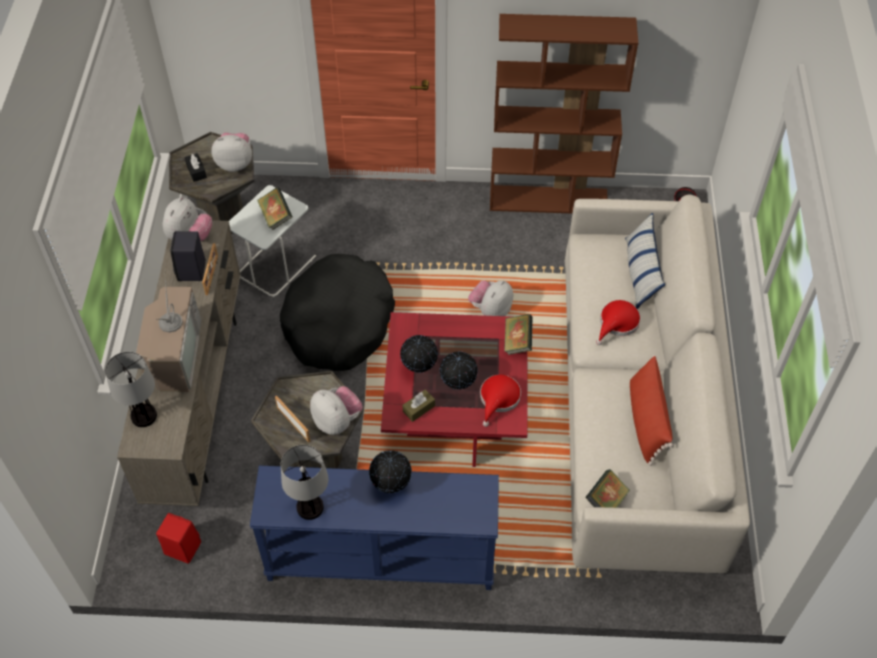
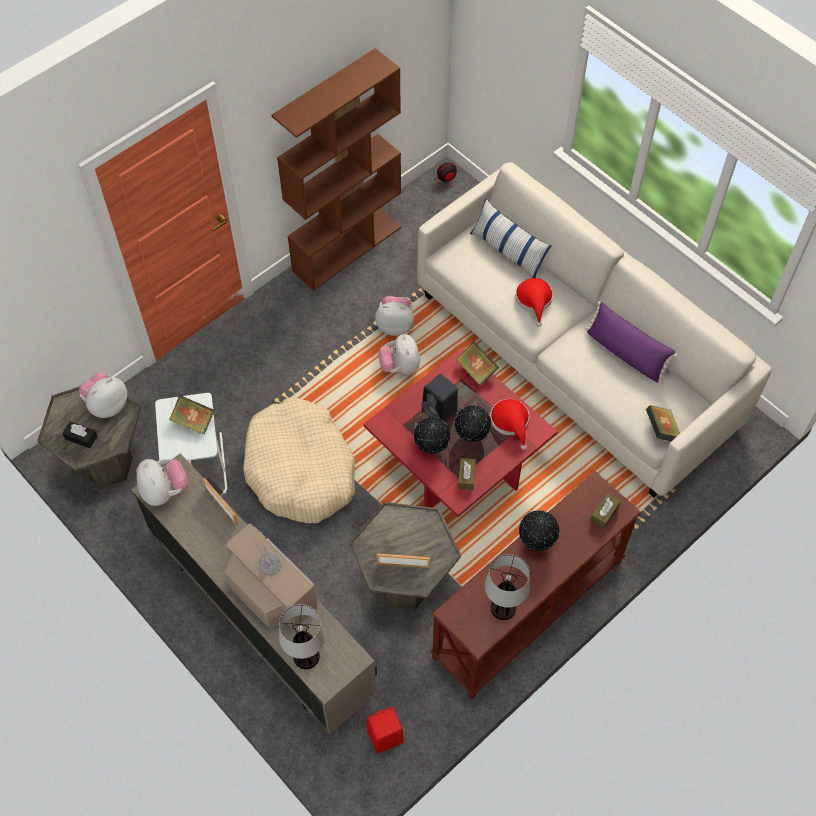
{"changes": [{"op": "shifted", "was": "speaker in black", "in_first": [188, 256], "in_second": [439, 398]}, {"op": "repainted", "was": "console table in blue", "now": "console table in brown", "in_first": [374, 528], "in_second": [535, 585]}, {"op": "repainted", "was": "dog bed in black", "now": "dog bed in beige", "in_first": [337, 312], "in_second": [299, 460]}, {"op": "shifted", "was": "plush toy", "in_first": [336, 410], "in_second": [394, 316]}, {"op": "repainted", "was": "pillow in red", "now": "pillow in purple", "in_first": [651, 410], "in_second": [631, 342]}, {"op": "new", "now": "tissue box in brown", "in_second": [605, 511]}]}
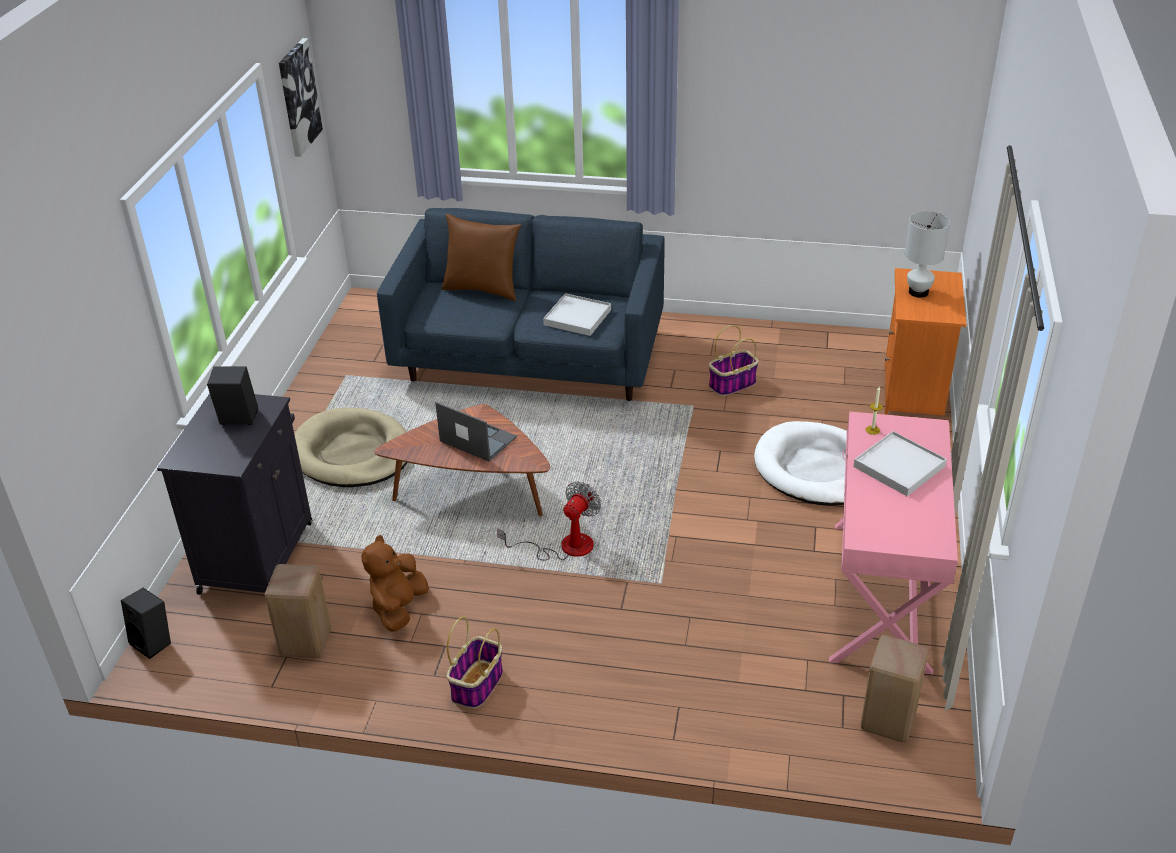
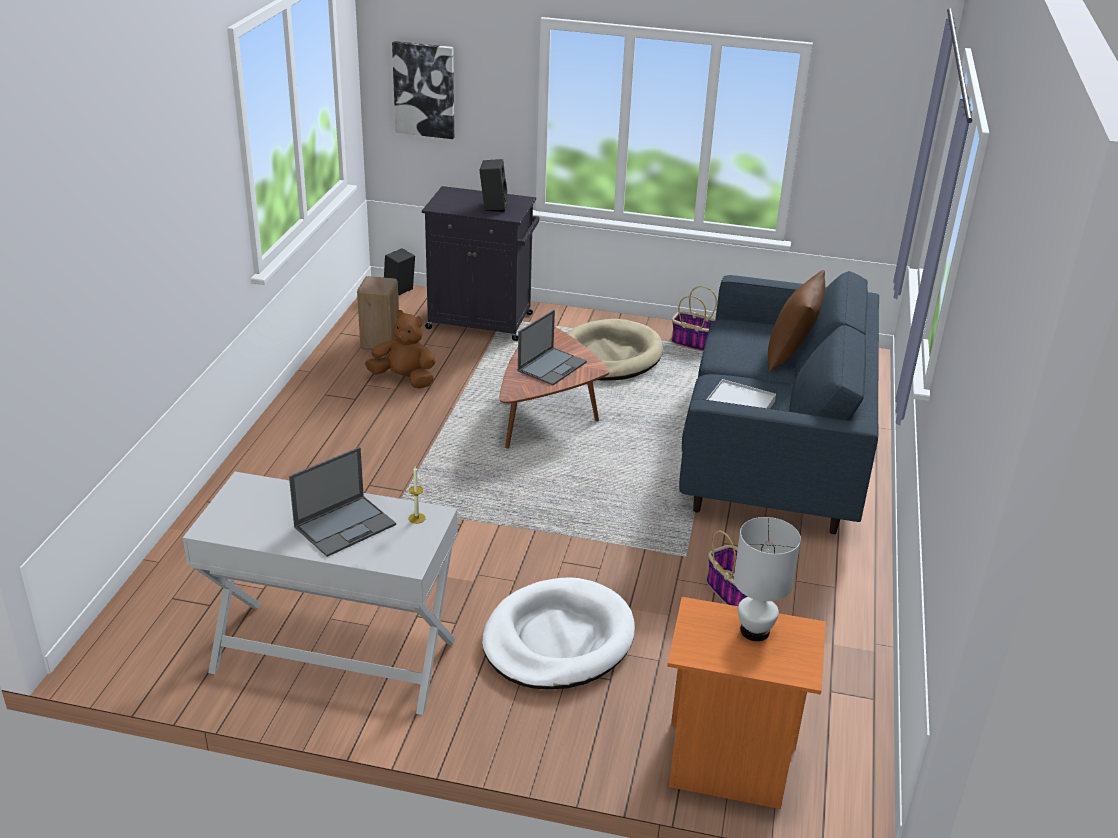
{"changes": [{"op": "shifted", "was": "picture", "in_first": [301, 97], "in_second": [423, 90]}, {"op": "shifted", "was": "basket", "in_first": [475, 662], "in_second": [694, 319]}, {"op": "gone", "was": "fan", "in_first": [549, 521]}, {"op": "repainted", "was": "console table in pink", "now": "console table in white", "in_first": [893, 543], "in_second": [320, 593]}, {"op": "swapped", "was": "tray in white", "now": "laptop", "in_first": [900, 463], "in_second": [342, 502]}, {"op": "gone", "was": "stool in beige", "in_first": [894, 688]}]}
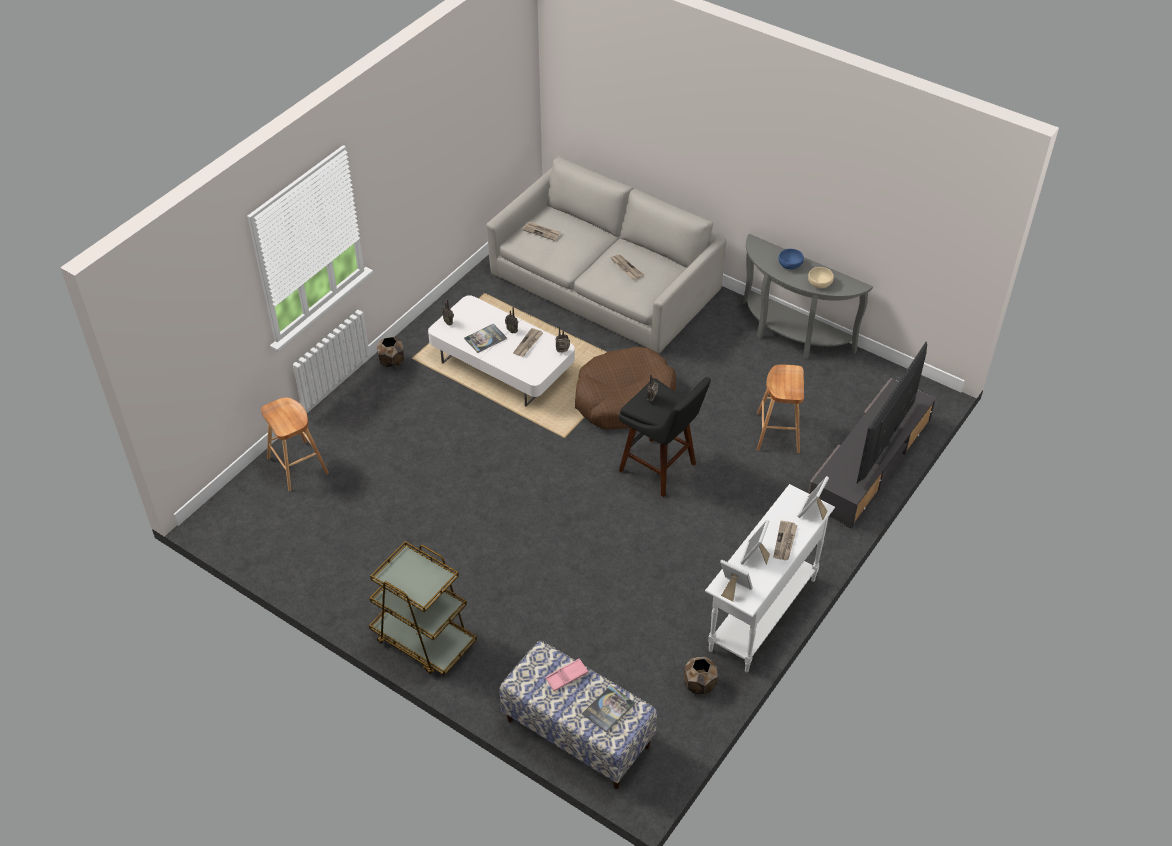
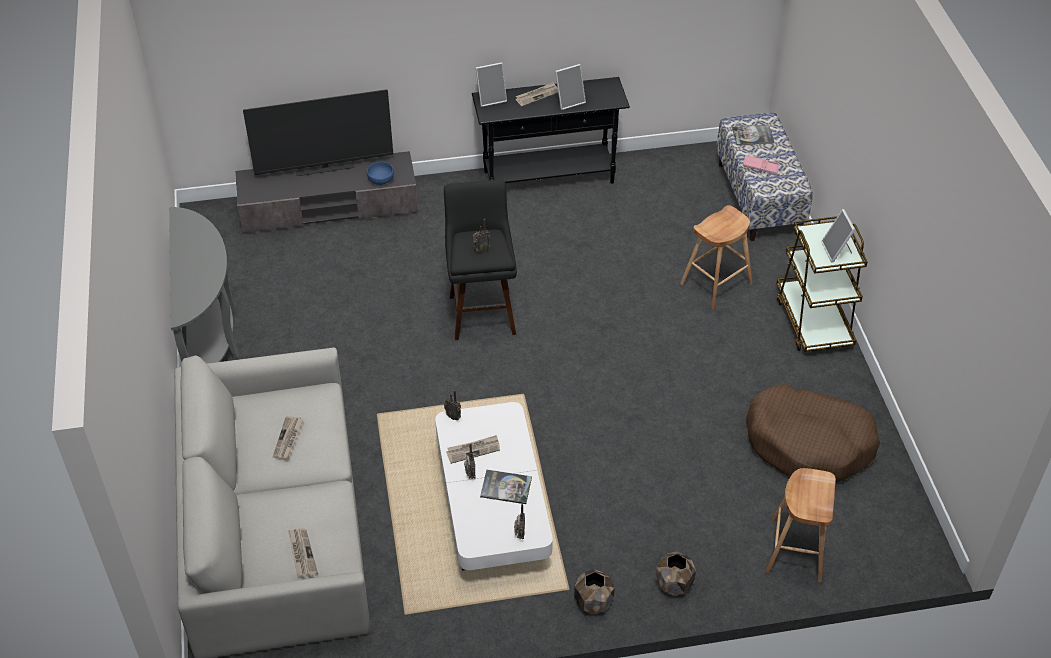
{"changes": [{"op": "shifted", "was": "dog bed in brown", "in_first": [625, 388], "in_second": [813, 433]}, {"op": "shifted", "was": "planter in brown", "in_first": [701, 675], "in_second": [675, 573]}, {"op": "repainted", "was": "console table in white", "now": "console table in black", "in_first": [770, 578], "in_second": [551, 130]}, {"op": "shifted", "was": "picture frame", "in_first": [736, 581], "in_second": [838, 236]}, {"op": "shifted", "was": "stool in brown", "in_first": [780, 408], "in_second": [716, 257]}, {"op": "shifted", "was": "bowl in blue", "in_first": [791, 259], "in_second": [380, 173]}, {"op": "gone", "was": "bowl in beige", "in_first": [821, 277]}]}
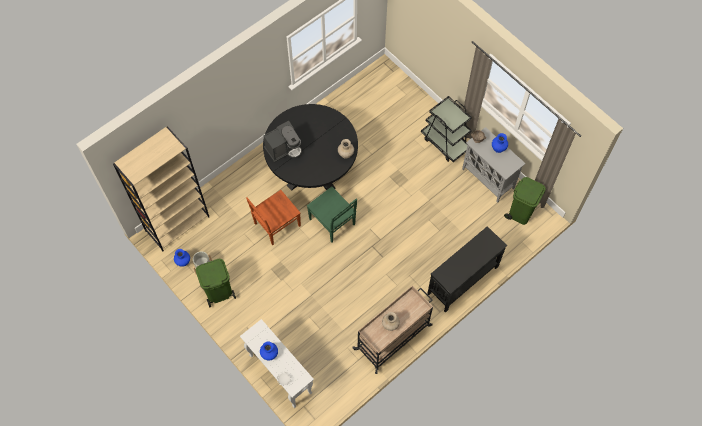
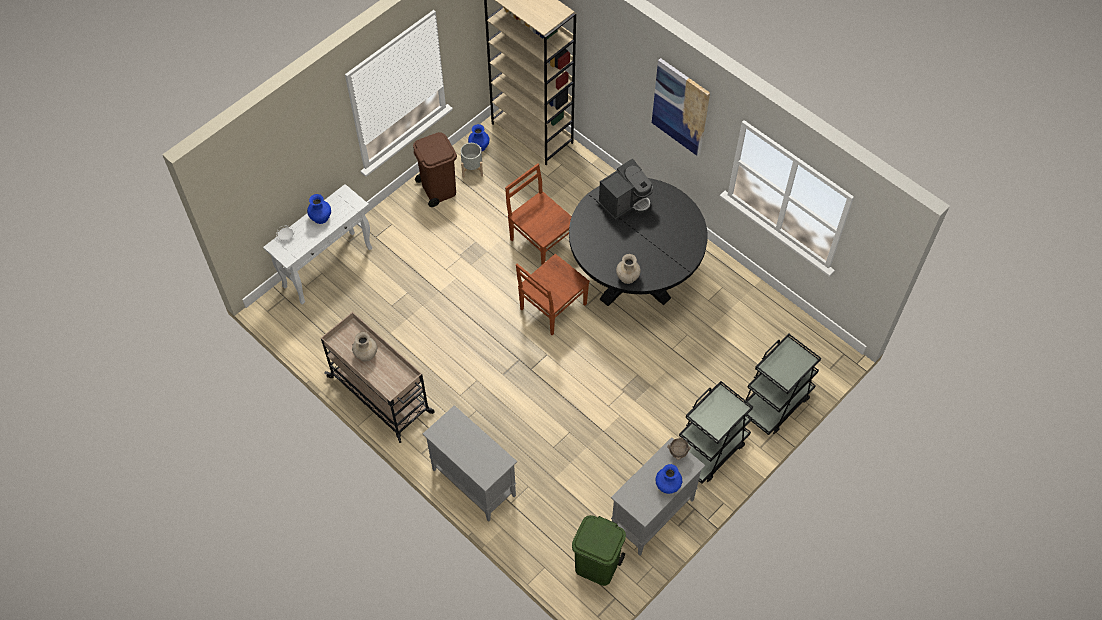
{"changes": [{"op": "repainted", "was": "trash can in green", "now": "trash can in brown", "in_first": [216, 283], "in_second": [435, 169]}, {"op": "rotated", "was": "coffee machine", "in_first": [283, 141], "in_second": [624, 189], "clockwise": -90}, {"op": "repainted", "was": "chair in green", "now": "chair in brown", "in_first": [332, 214], "in_second": [553, 294]}, {"op": "swapped", "was": "console table in black", "now": "cabinet in grey", "in_first": [467, 269], "in_second": [470, 463]}, {"op": "new", "now": "picture", "in_second": [681, 107]}, {"op": "new", "now": "cart in black", "in_second": [782, 384]}]}
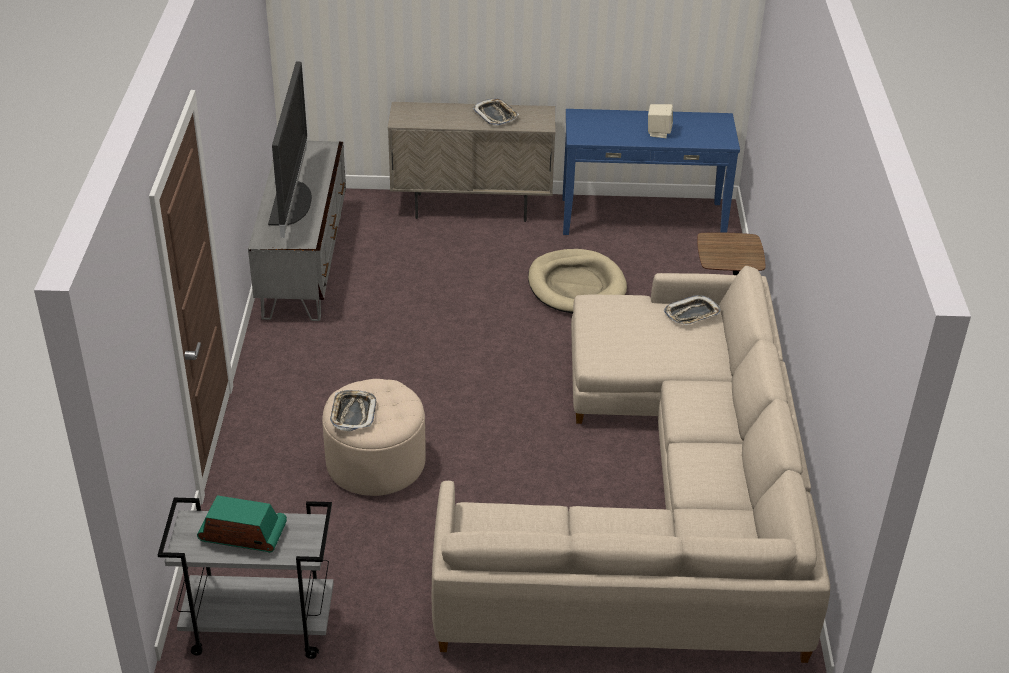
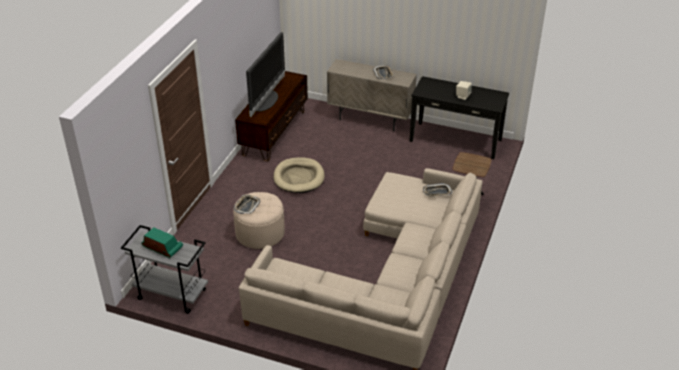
{"changes": [{"op": "repainted", "was": "tv stand in grey", "now": "tv stand in brown", "in_first": [297, 231], "in_second": [271, 116]}, {"op": "shifted", "was": "dog bed in beige", "in_first": [577, 281], "in_second": [299, 175]}, {"op": "repainted", "was": "console table in blue", "now": "console table in black", "in_first": [651, 172], "in_second": [459, 117]}]}
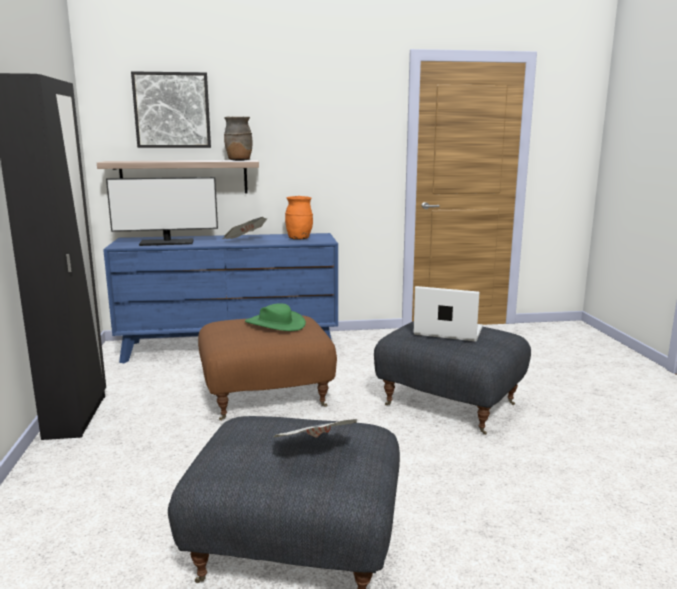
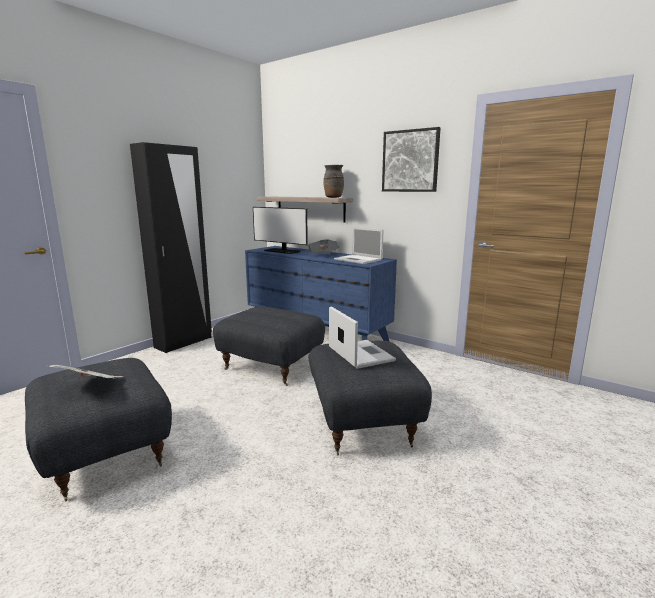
{"changes": [{"op": "shifted", "was": "picture", "in_first": [171, 109], "in_second": [411, 159]}, {"op": "repainted", "was": "ottoman in brown", "now": "ottoman in grey", "in_first": [267, 368], "in_second": [269, 346]}, {"op": "gone", "was": "hat in green", "in_first": [275, 317]}, {"op": "swapped", "was": "vase in orange", "now": "laptop", "in_first": [299, 218], "in_second": [359, 245]}]}
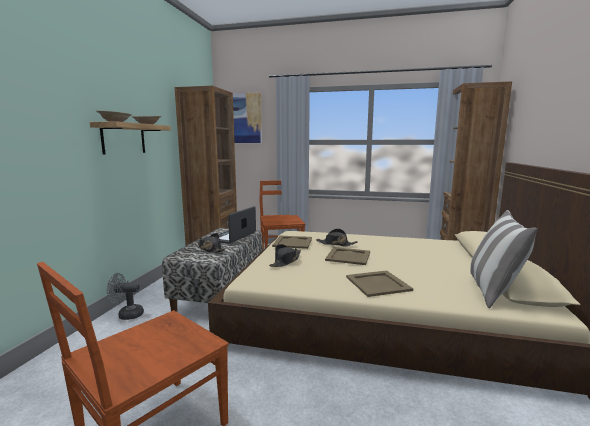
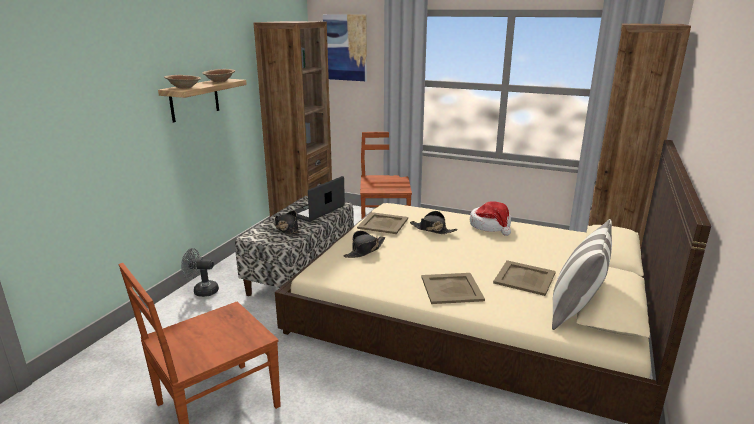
{"changes": [{"op": "shifted", "was": "tray in beige", "in_first": [347, 256], "in_second": [524, 278]}, {"op": "new", "now": "hat", "in_second": [490, 218]}]}
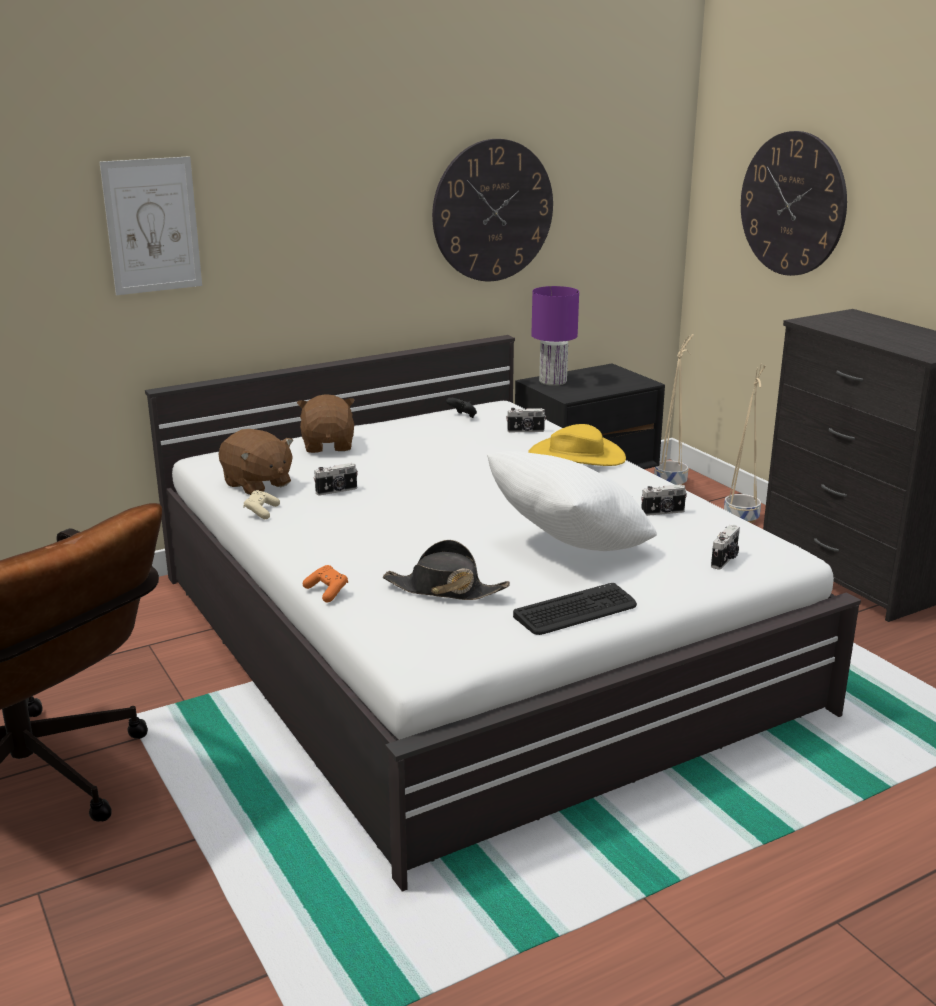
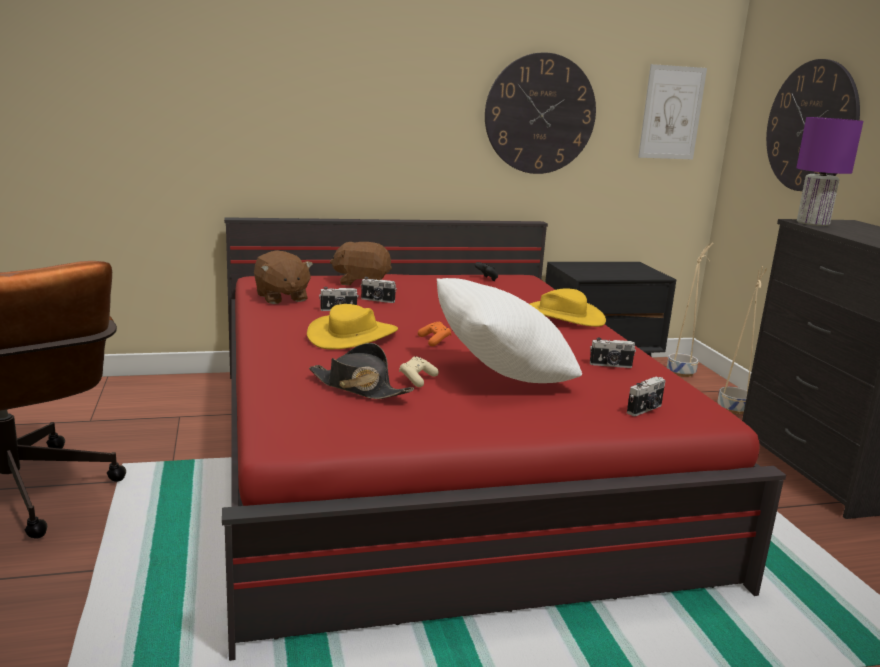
{"changes": [{"op": "shifted", "was": "picture", "in_first": [150, 225], "in_second": [672, 112]}, {"op": "repainted", "was": "bed in white", "now": "bed in red", "in_first": [503, 613], "in_second": [504, 439]}, {"op": "shifted", "was": "game controller in beige", "in_first": [261, 504], "in_second": [419, 371]}, {"op": "rotated", "was": "plush toy in brown", "in_first": [326, 423], "in_second": [361, 264], "clockwise": -90}, {"op": "shifted", "was": "game controller in orange", "in_first": [325, 583], "in_second": [434, 334]}, {"op": "shifted", "was": "photo camera", "in_first": [526, 420], "in_second": [379, 290]}, {"op": "gone", "was": "keyboard", "in_first": [575, 609]}, {"op": "shifted", "was": "table lamp in purple", "in_first": [555, 336], "in_second": [829, 171]}, {"op": "new", "now": "hat in yellow", "in_second": [352, 326]}]}
